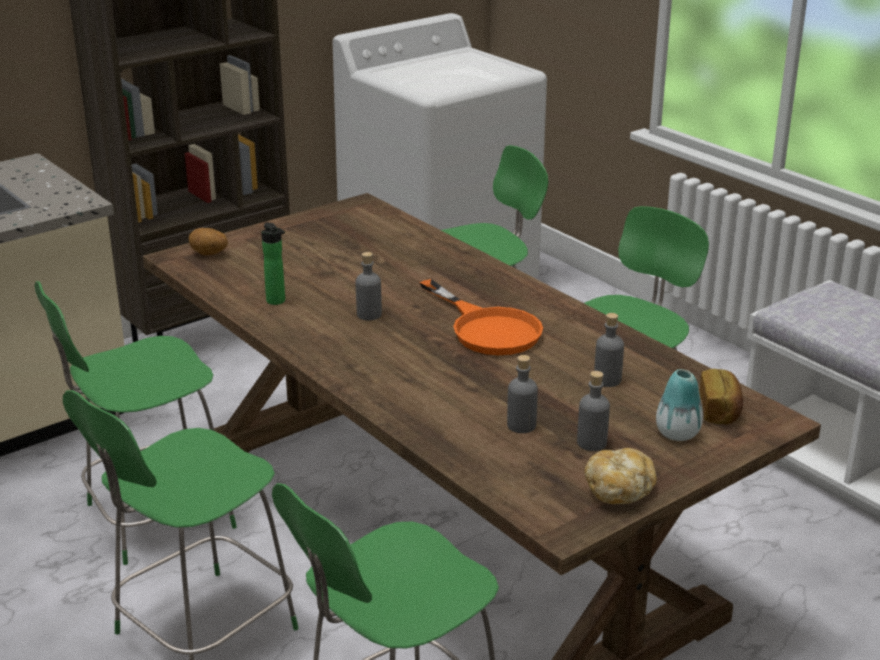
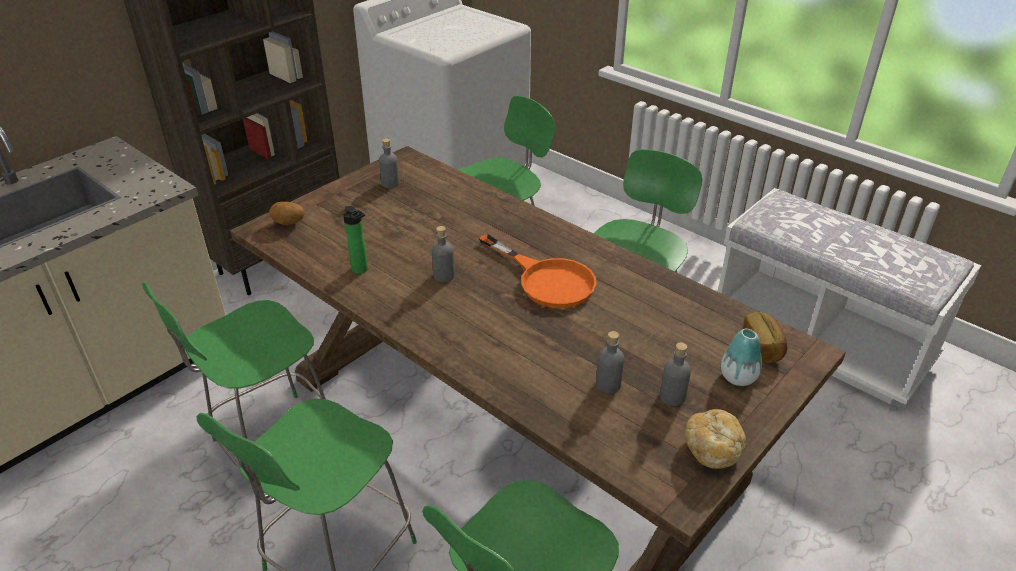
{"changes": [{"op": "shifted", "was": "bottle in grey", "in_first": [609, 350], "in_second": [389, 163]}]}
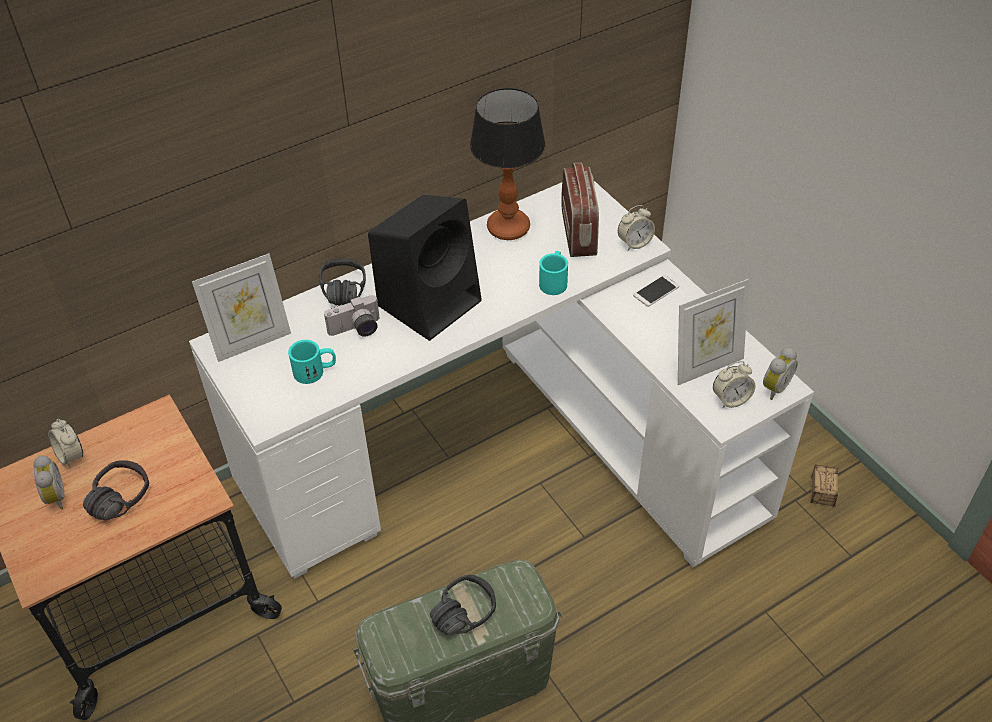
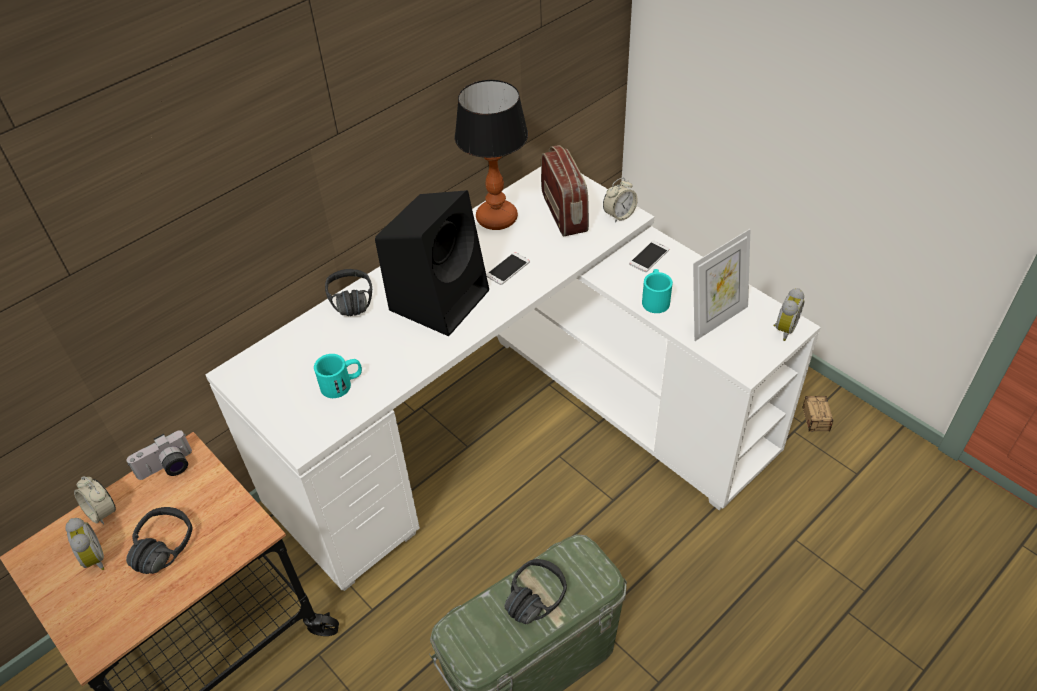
{"changes": [{"op": "gone", "was": "picture frame", "in_first": [241, 307]}, {"op": "shifted", "was": "photo camera", "in_first": [352, 316], "in_second": [159, 455]}, {"op": "shifted", "was": "mug in turquoise", "in_first": [553, 273], "in_second": [657, 291]}, {"op": "gone", "was": "alarm clock", "in_first": [734, 384]}, {"op": "new", "now": "phone", "in_second": [508, 268]}]}
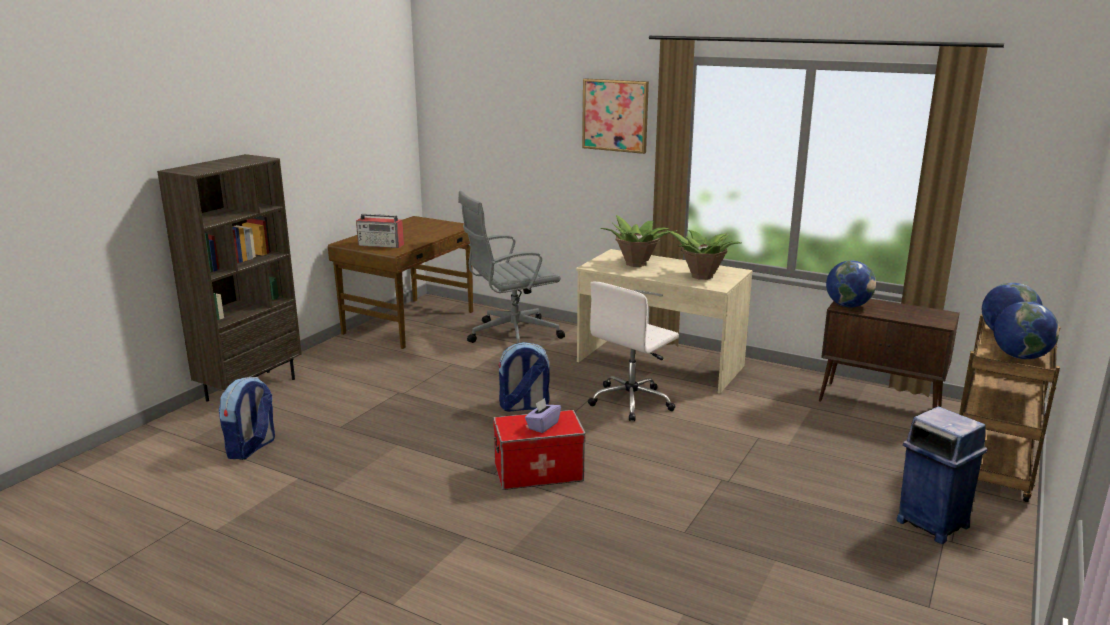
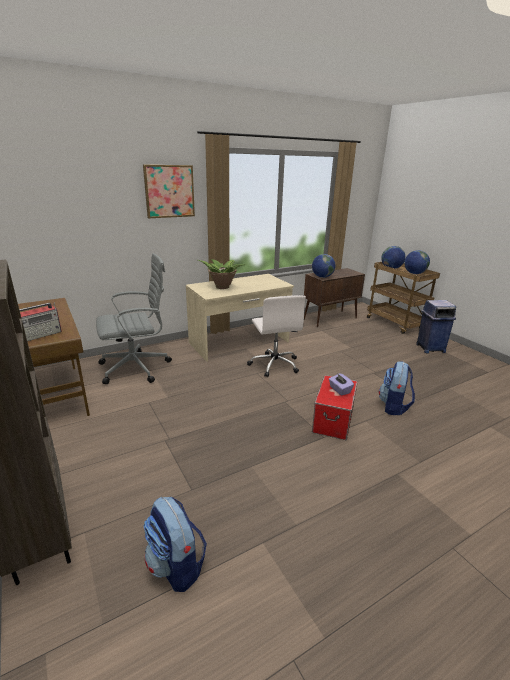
{"changes": [{"op": "rotated", "was": "office chair in grey", "in_first": [511, 267], "in_second": [134, 318], "clockwise": -120}, {"op": "shifted", "was": "backpack", "in_first": [524, 377], "in_second": [397, 388]}, {"op": "gone", "was": "potted plant", "in_first": [703, 255]}]}
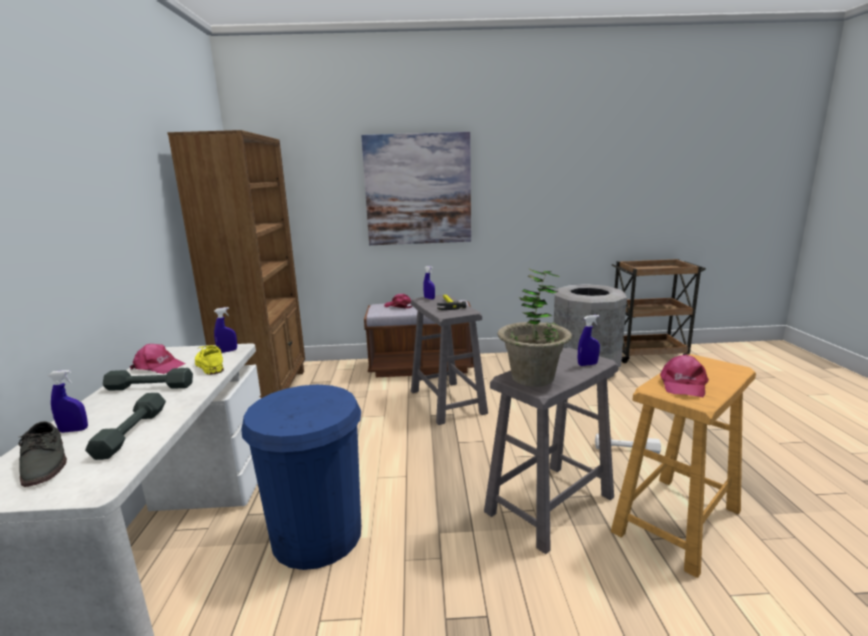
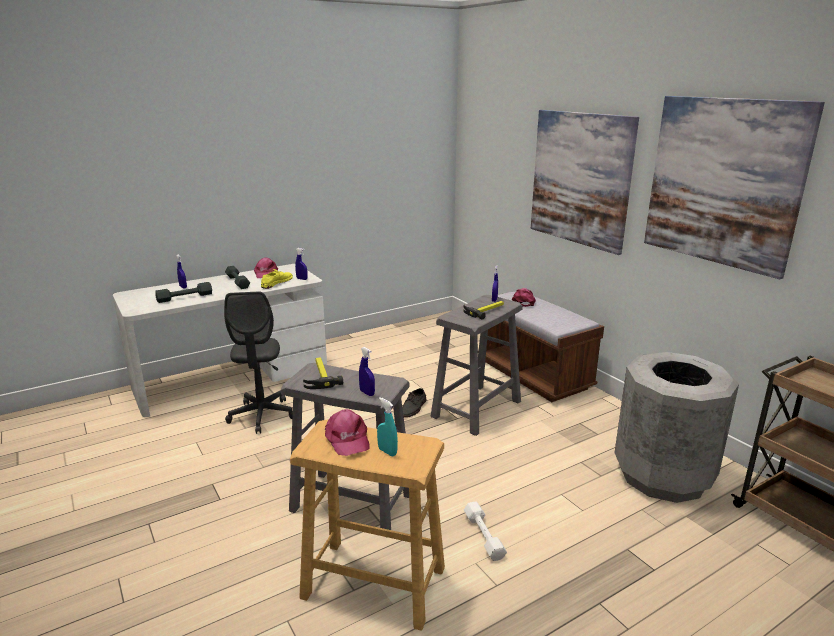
{"changes": [{"op": "shifted", "was": "shoe in grey", "in_first": [42, 454], "in_second": [414, 403]}, {"op": "gone", "was": "bookcase in brown", "in_first": [236, 264]}, {"op": "swapped", "was": "trash can in blue", "now": "office chair in grey", "in_first": [301, 477], "in_second": [258, 363]}, {"op": "swapped", "was": "potted plant", "now": "hammer", "in_first": [534, 327], "in_second": [323, 373]}, {"op": "rotated", "was": "cap in pink", "in_first": [684, 376], "in_second": [347, 432], "clockwise": -105}, {"op": "new", "now": "spray bottle in turquoise", "in_second": [387, 426]}, {"op": "new", "now": "picture", "in_second": [734, 187]}]}
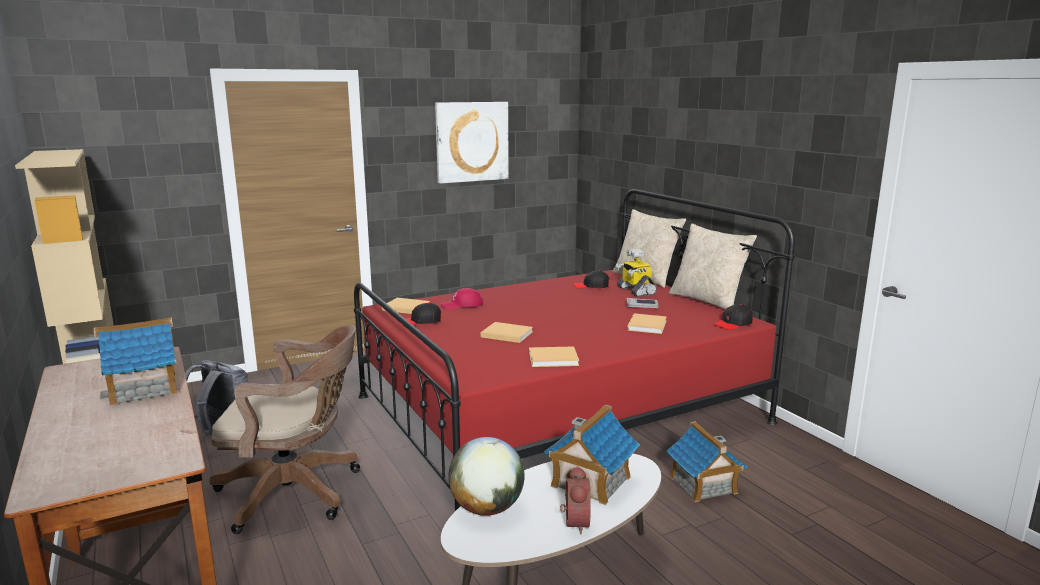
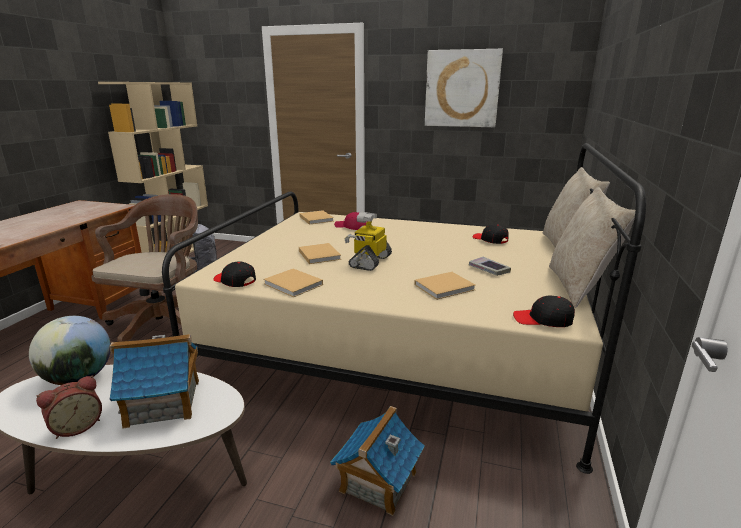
{"changes": [{"op": "gone", "was": "toy house", "in_first": [135, 361]}, {"op": "rotated", "was": "office chair in brown", "in_first": [285, 429], "in_second": [144, 268], "clockwise": -120}, {"op": "repainted", "was": "bed in red", "now": "bed in beige", "in_first": [574, 350], "in_second": [404, 308]}, {"op": "shifted", "was": "cap in black", "in_first": [420, 314], "in_second": [234, 274]}, {"op": "shifted", "was": "toy robot", "in_first": [636, 273], "in_second": [368, 241]}]}
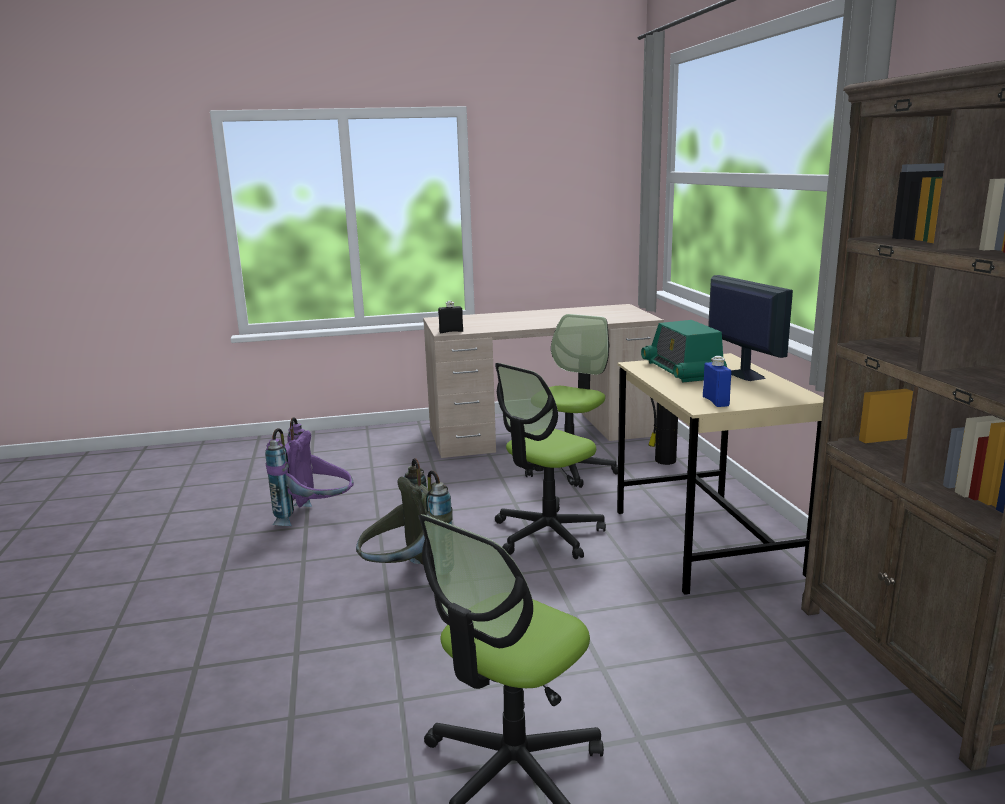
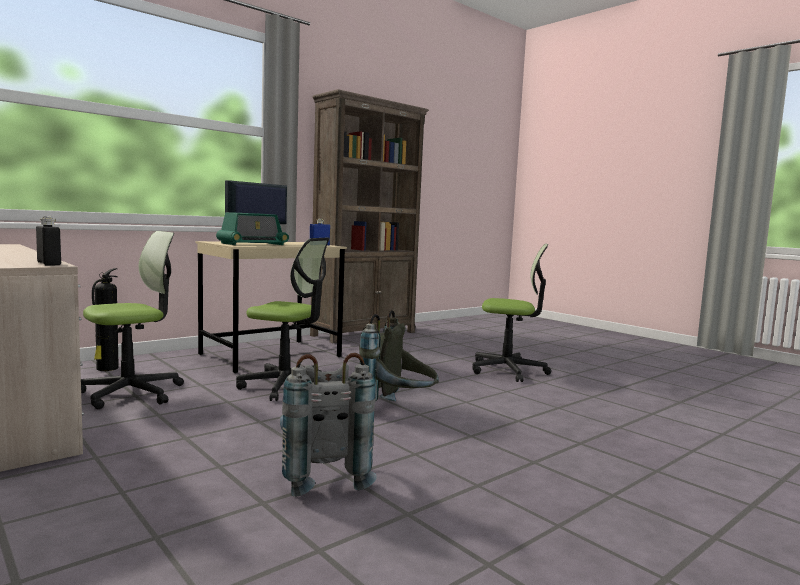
{"changes": [{"op": "repainted", "was": "backpack in purple", "now": "backpack in grey", "in_first": [309, 471], "in_second": [328, 425]}, {"op": "rotated", "was": "office chair", "in_first": [571, 401], "in_second": [132, 320], "clockwise": 135}]}
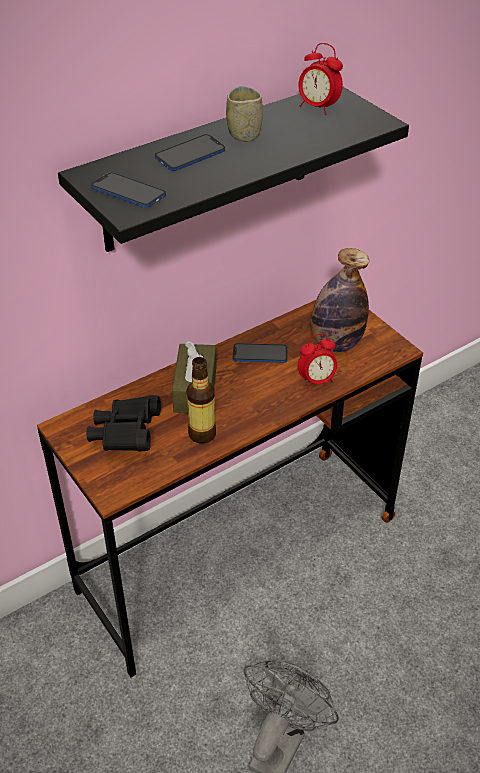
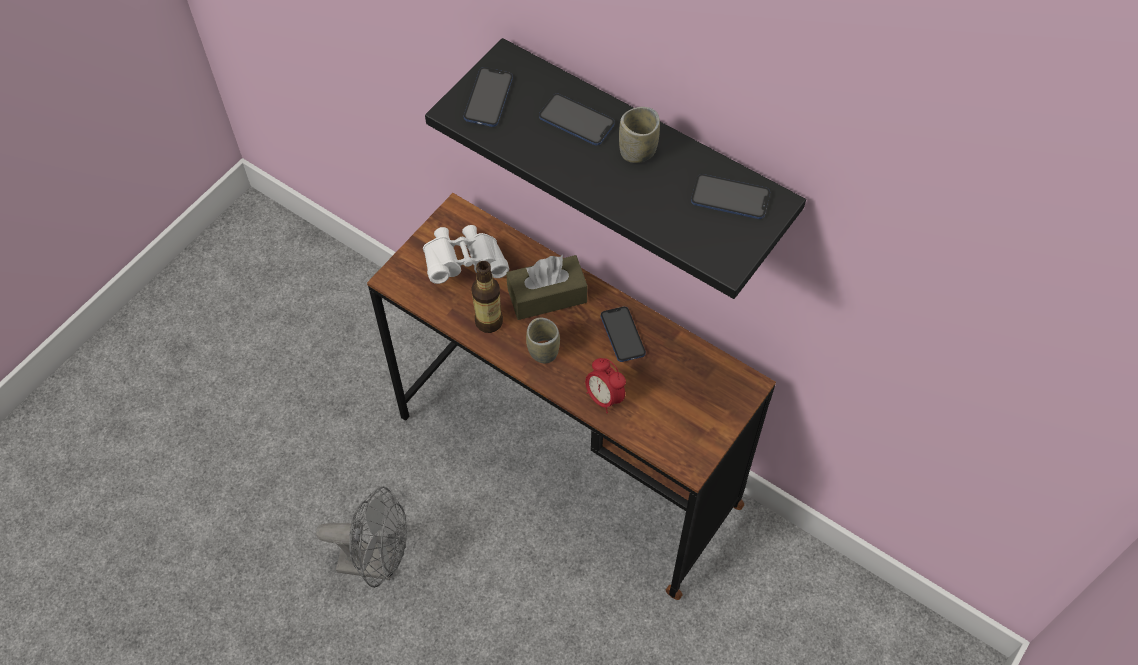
{"changes": [{"op": "repainted", "was": "binoculars in black", "now": "binoculars in white", "in_first": [124, 423], "in_second": [466, 254]}, {"op": "swapped", "was": "alarm clock", "now": "phone", "in_first": [321, 79], "in_second": [730, 196]}, {"op": "gone", "was": "bottle", "in_first": [340, 300]}, {"op": "new", "now": "cup", "in_second": [543, 340]}]}
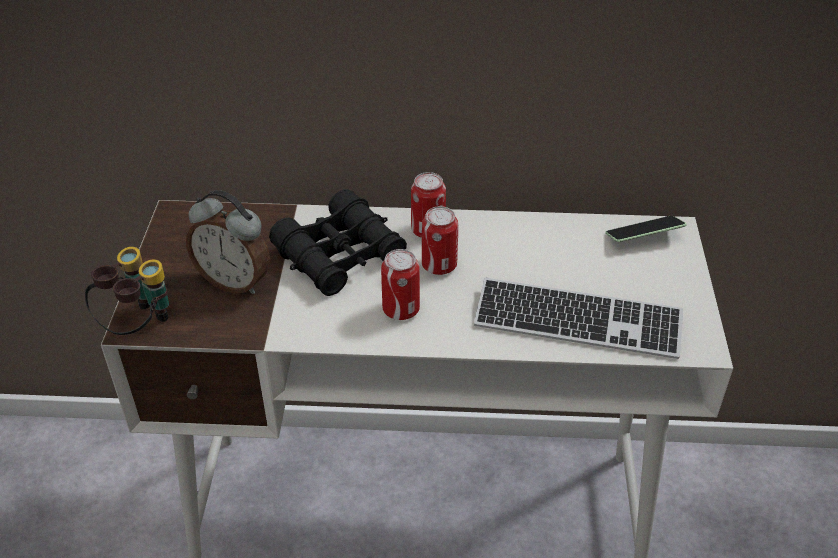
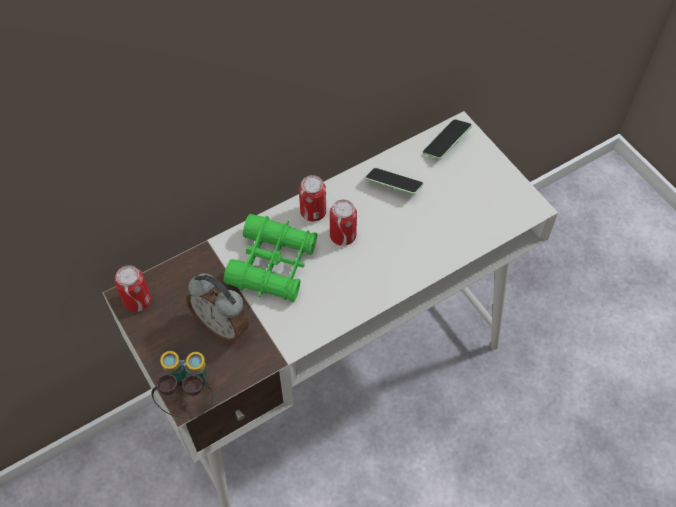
{"changes": [{"op": "rotated", "was": "alarm clock", "in_first": [228, 242], "in_second": [217, 308], "clockwise": 45}, {"op": "repainted", "was": "binoculars in black", "now": "binoculars in green", "in_first": [338, 242], "in_second": [270, 258]}, {"op": "shifted", "was": "can", "in_first": [400, 284], "in_second": [133, 288]}, {"op": "gone", "was": "keyboard", "in_first": [578, 318]}, {"op": "new", "now": "phone", "in_second": [394, 181]}]}
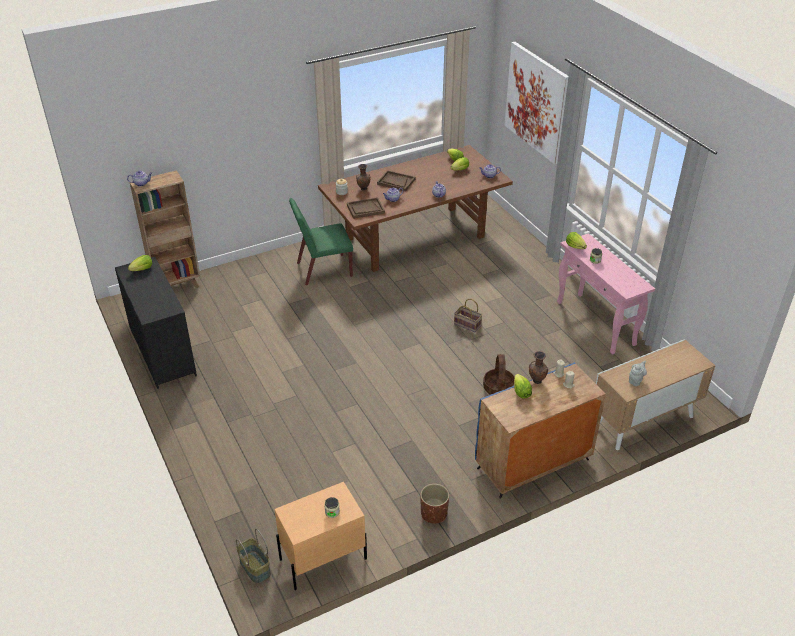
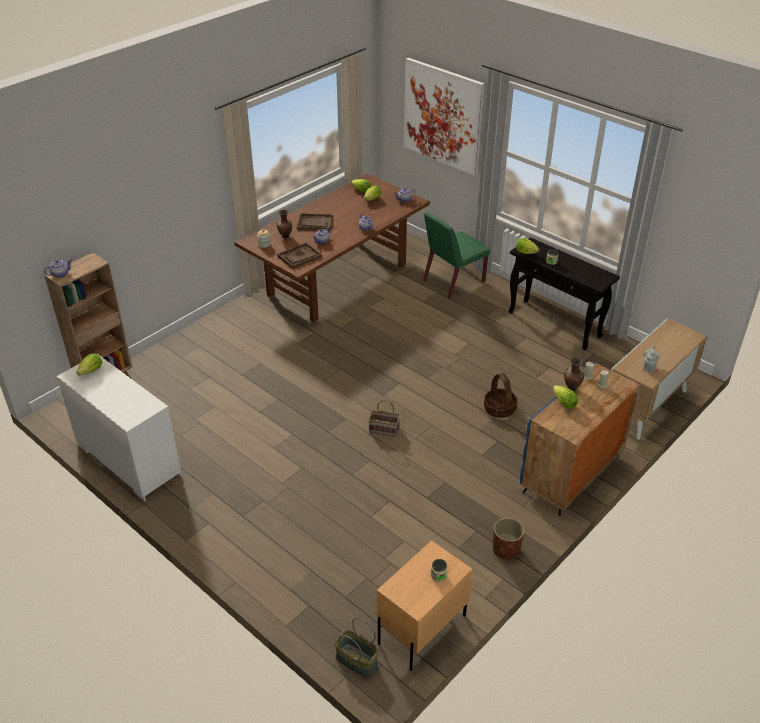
{"changes": [{"op": "repainted", "was": "dresser in black", "now": "dresser in white", "in_first": [156, 323], "in_second": [119, 428]}, {"op": "shifted", "was": "chair in green", "in_first": [321, 241], "in_second": [456, 255]}, {"op": "shifted", "was": "basket", "in_first": [468, 315], "in_second": [384, 418]}, {"op": "repainted", "was": "console table in pink", "now": "console table in black", "in_first": [606, 293], "in_second": [564, 293]}]}
